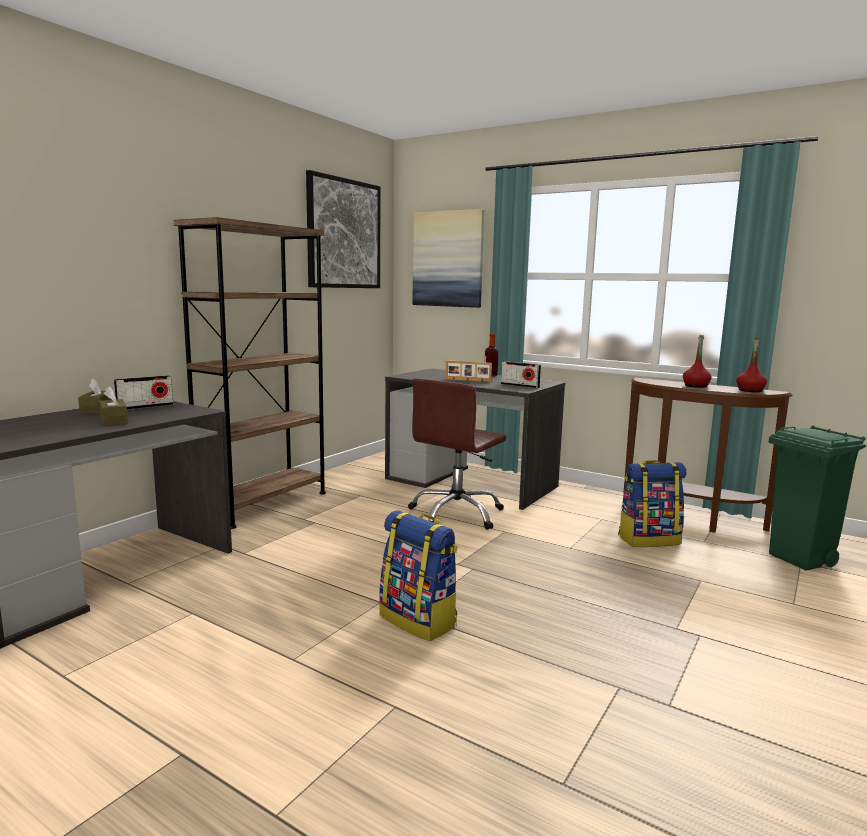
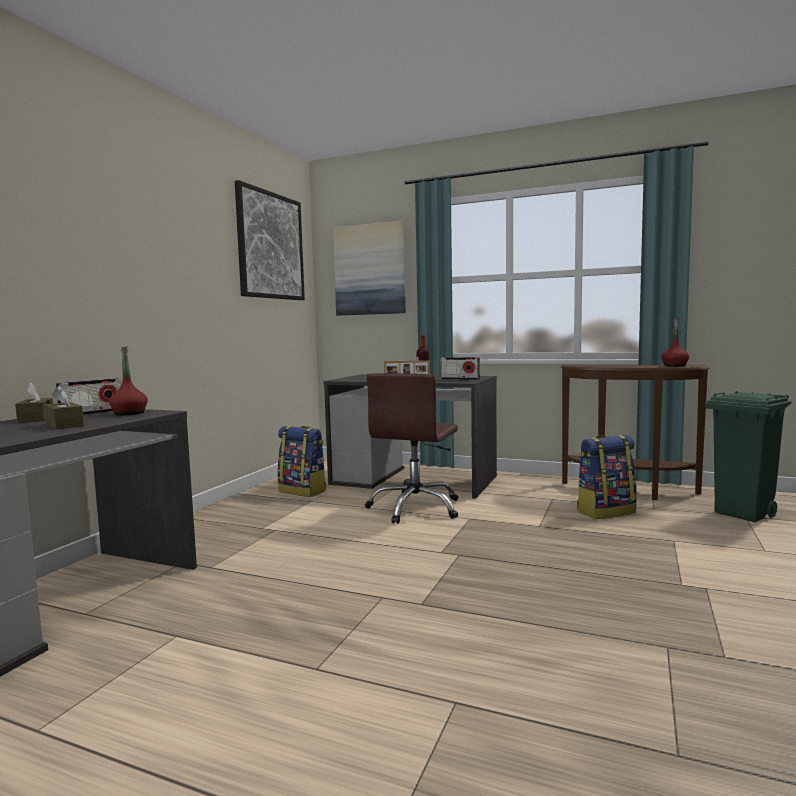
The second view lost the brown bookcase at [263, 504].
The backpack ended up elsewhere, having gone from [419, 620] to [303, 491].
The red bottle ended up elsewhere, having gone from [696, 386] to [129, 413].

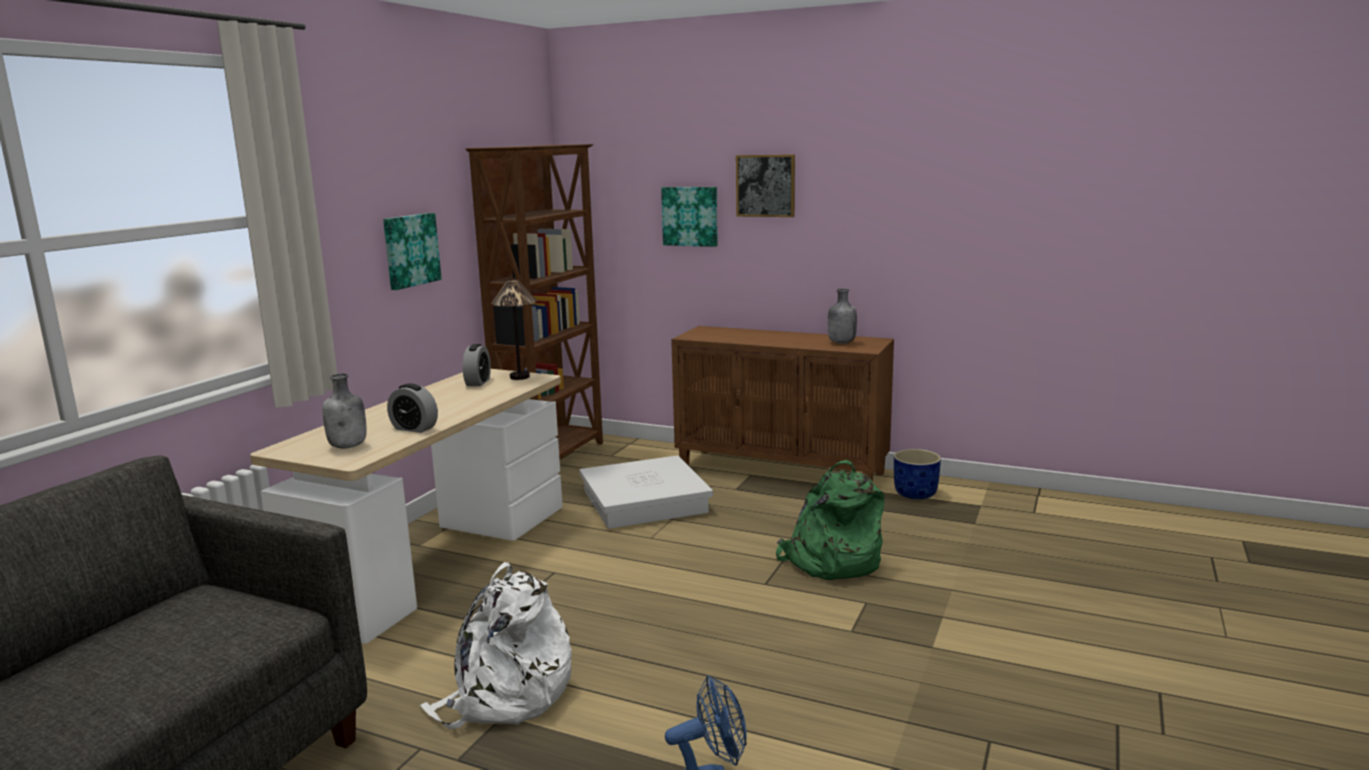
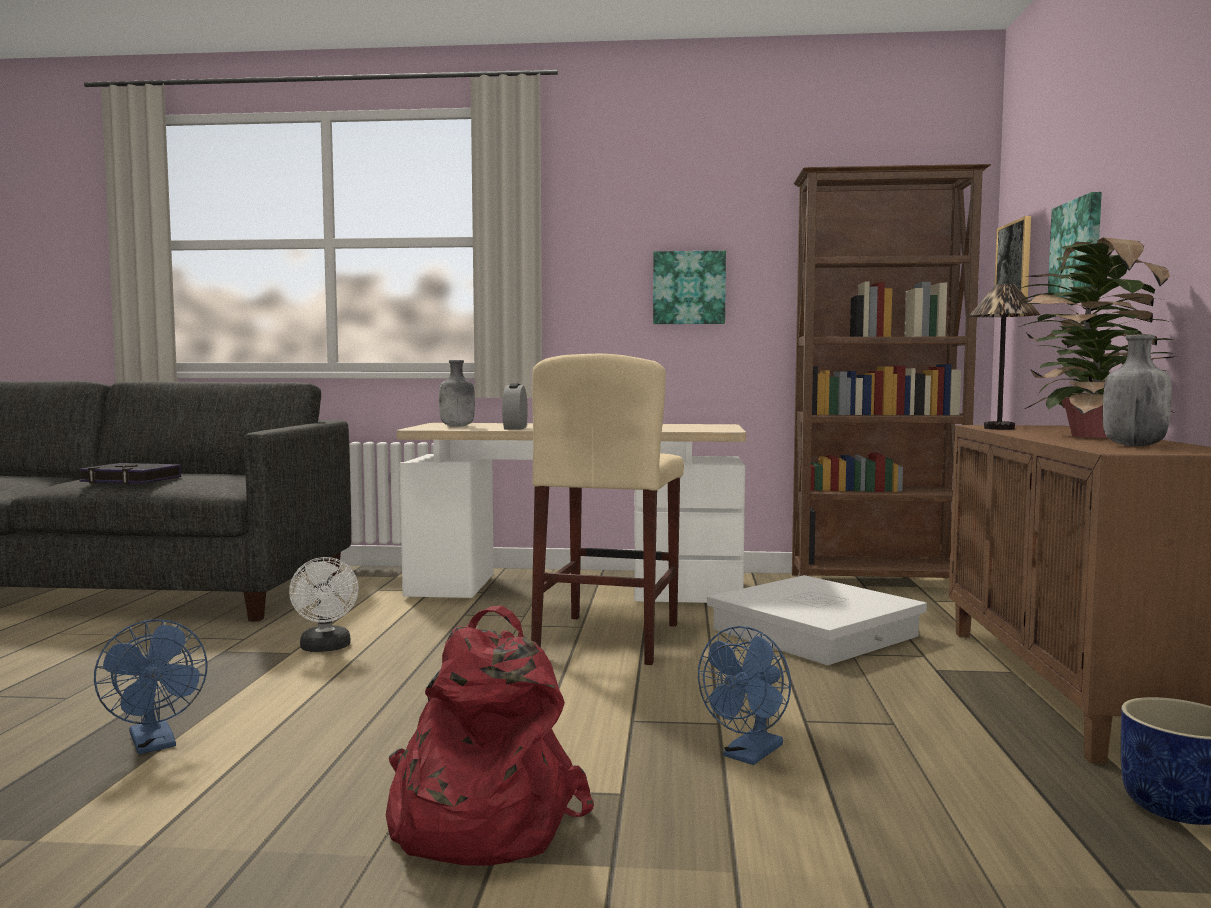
The second view lost the alarm clock at [478, 382].
The second view gained the book at [131, 480].
The second view gained the red backpack at [476, 821].
The second view gained the beige stool at [608, 639].
The second view gained the potted plant at [1088, 436].
The table lamp ended up elsewhere, having gone from [520, 377] to [1000, 428].
The picture ended up elsewhere, having gone from [765, 185] to [1014, 262].
Where the white backpack stood at [505, 695], the white fan came to stand at [326, 648].
Where the green backpack stood at [831, 561], the blue fan came to stand at [749, 755].

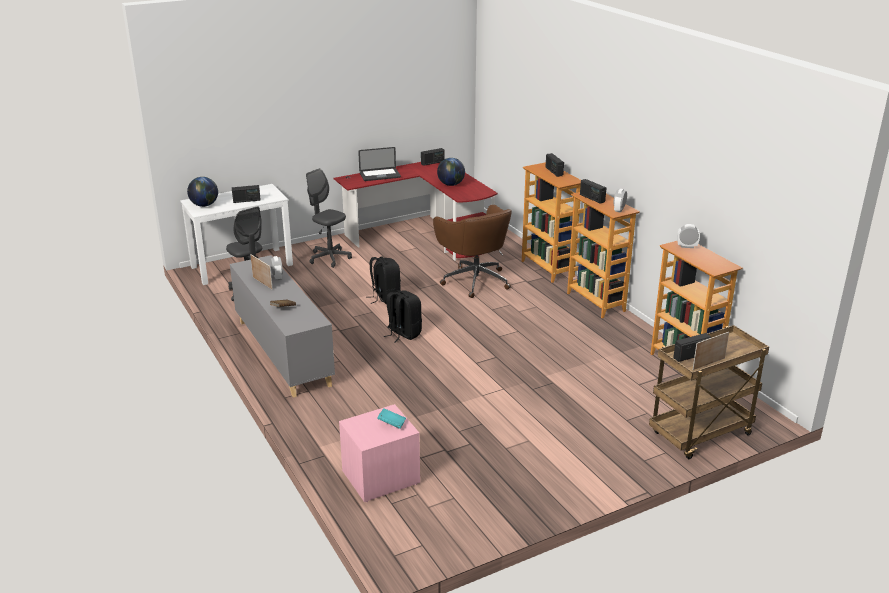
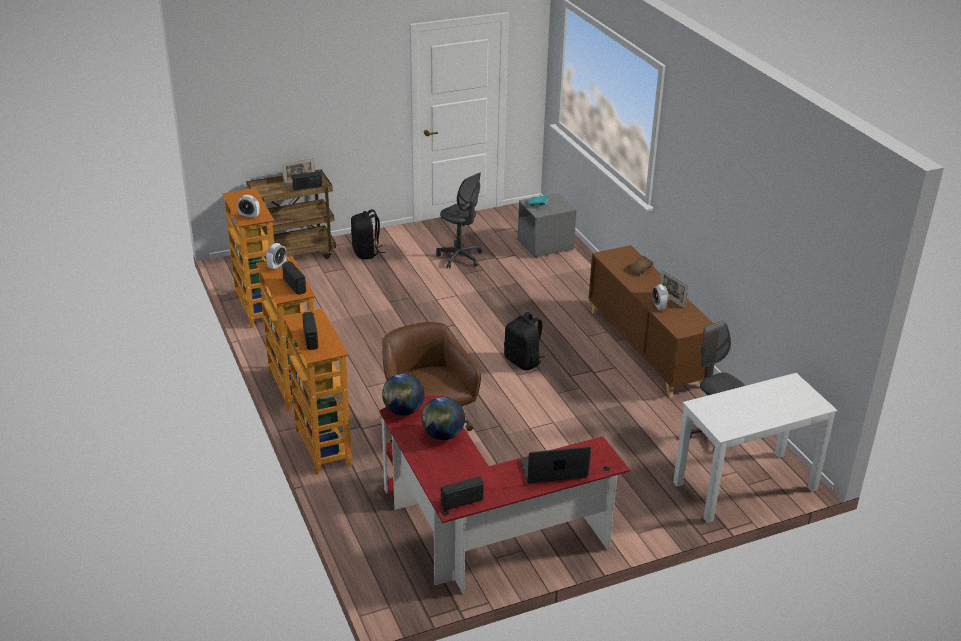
The second view lost the radio at [246, 200].
The globe ended up elsewhere, having gone from [204, 205] to [403, 411].
The grey office chair ended up elsewhere, having gone from [329, 258] to [459, 258].
The black backpack ended up elsewhere, having gone from [385, 298] to [366, 253].
What was the grey cabinet at [283, 352] turned into the brown cabinet at [646, 348].
What was the pink nightstand at [380, 477] turned into the grey nightstand at [545, 245].

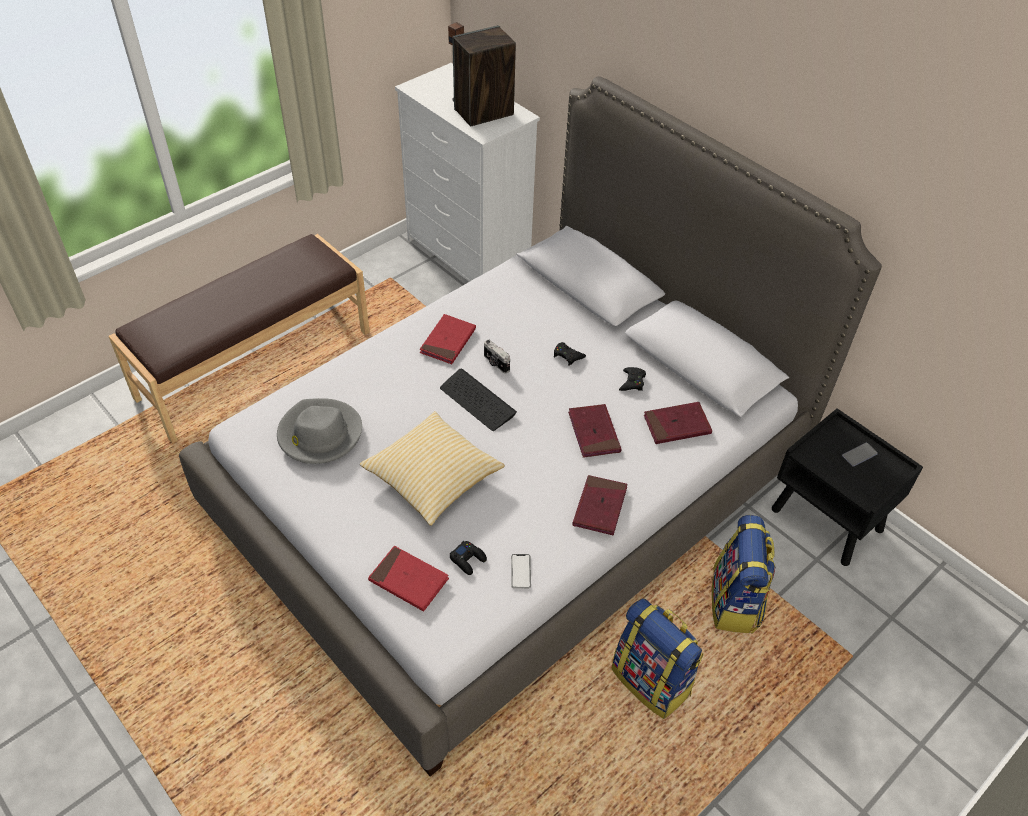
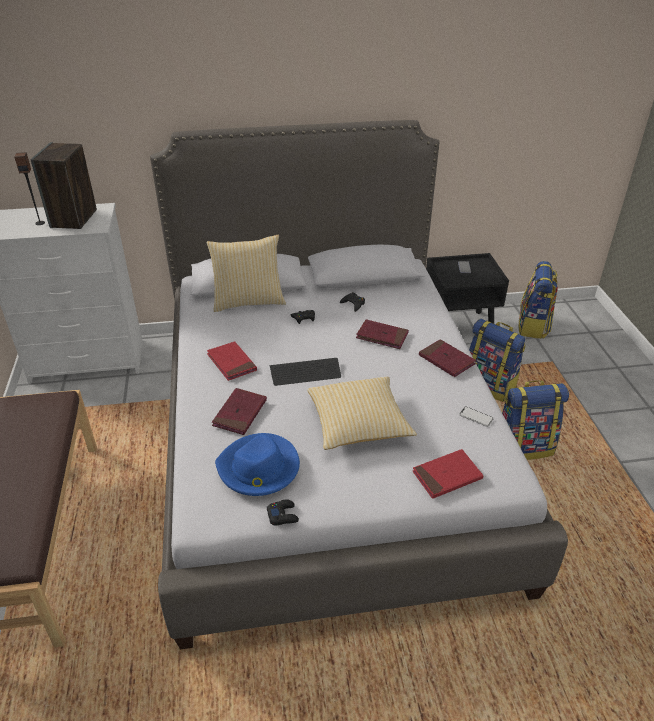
The second view lost the photo camera at [495, 363].
The second view gained the pillow at [248, 301].
The second view gained the backpack at [533, 326].
The black game controller ended up elsewhere, having gone from [468, 560] to [283, 515].
The red book ended up elsewhere, having gone from [677, 425] to [240, 413].
What was the grey hat at [319, 434] turned into the blue hat at [259, 468].

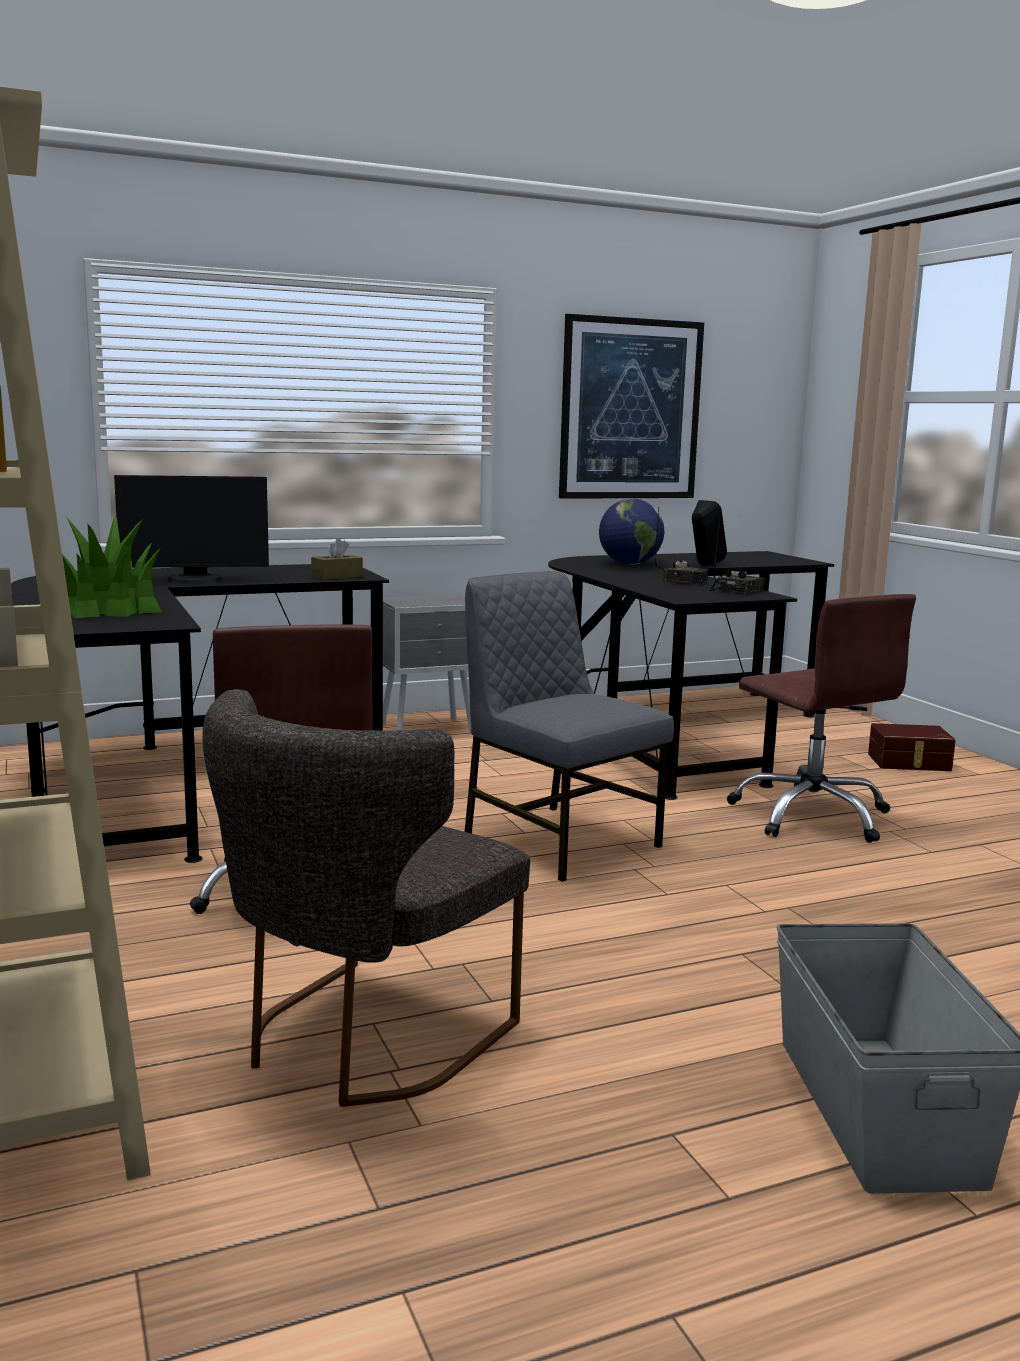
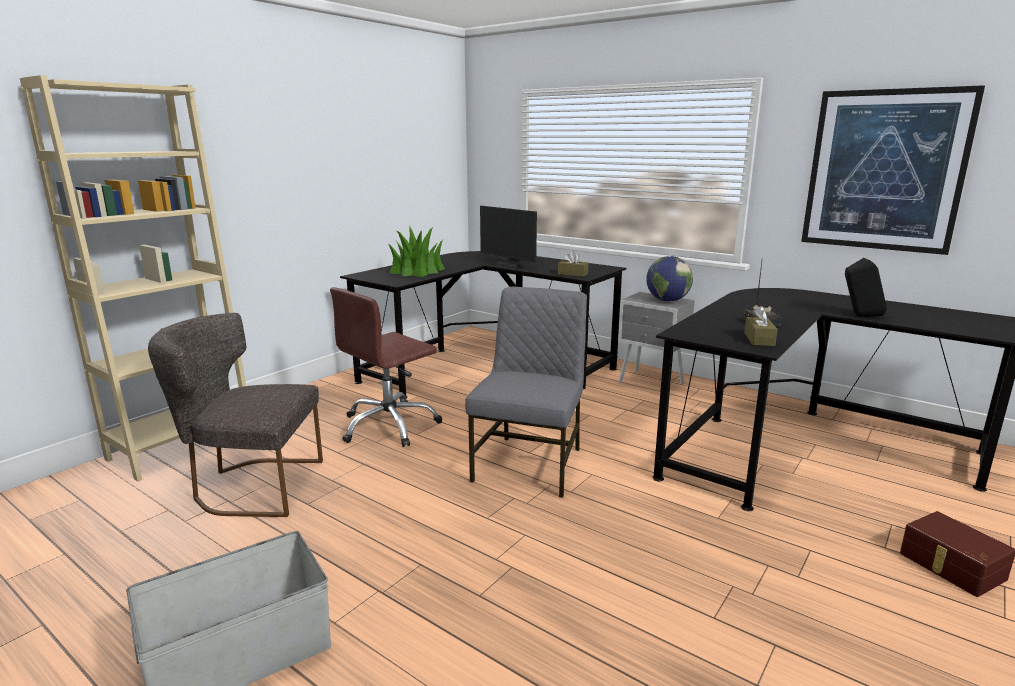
The second view lost the brown office chair at [812, 815].
The globe ended up elsewhere, having gone from [629, 564] to [667, 300].
Where the radio stood at [736, 590], the brown tissue box came to stand at [759, 339].

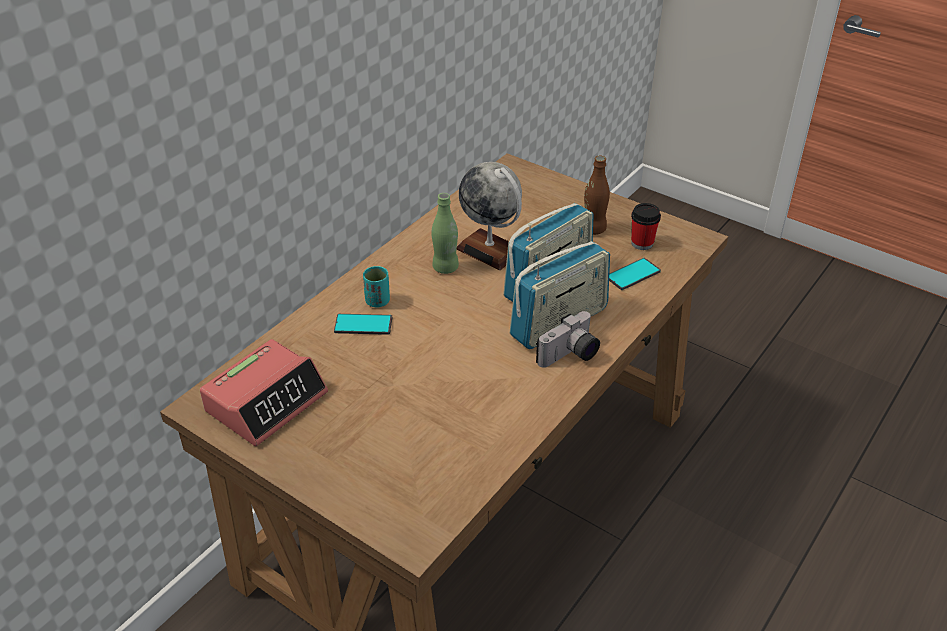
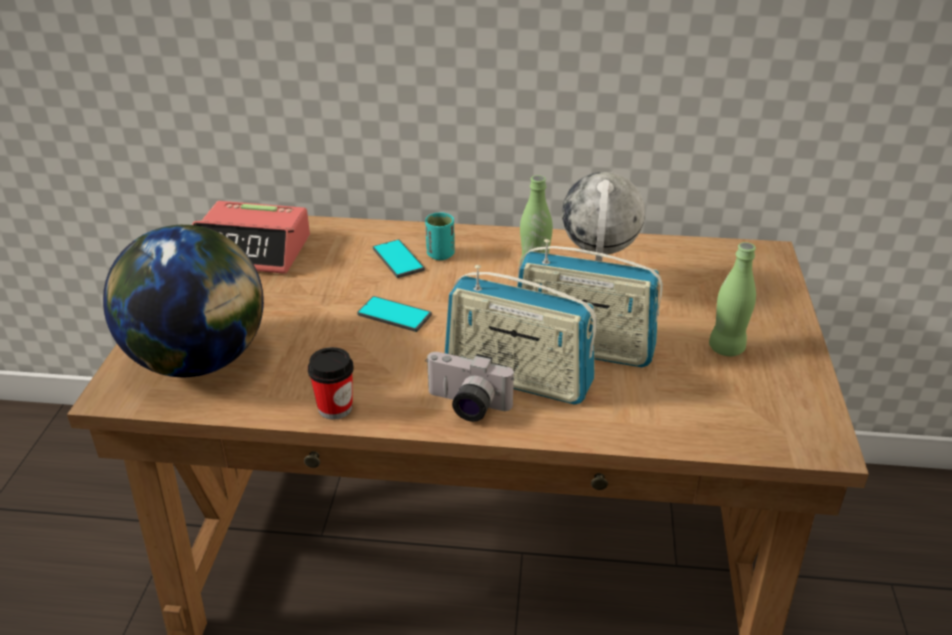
The second view gained the globe at [199, 360].
The phone ended up elsewhere, having gone from [632, 274] to [394, 315].
The cup ended up elsewhere, having gone from [642, 243] to [335, 408].
What was the brown bottle at [593, 229] turned into the green bottle at [726, 348].

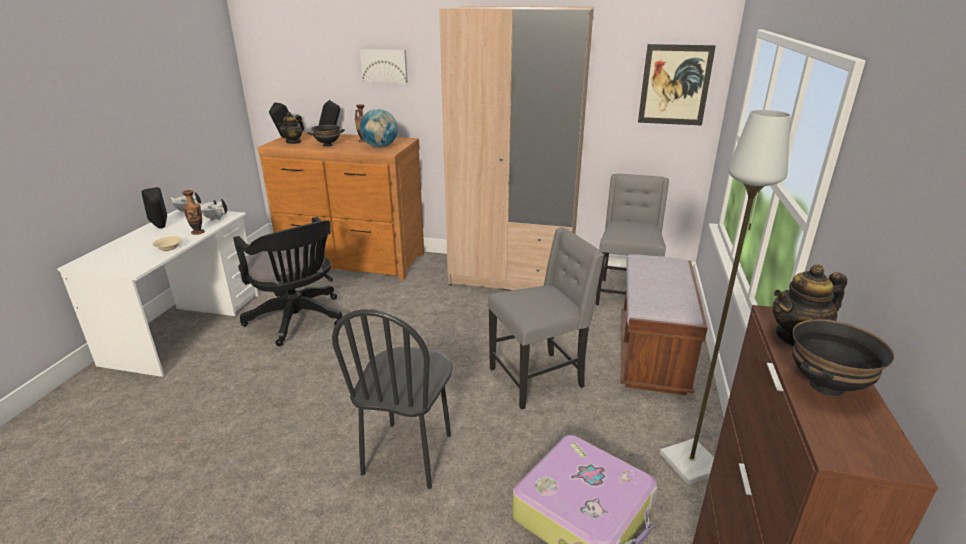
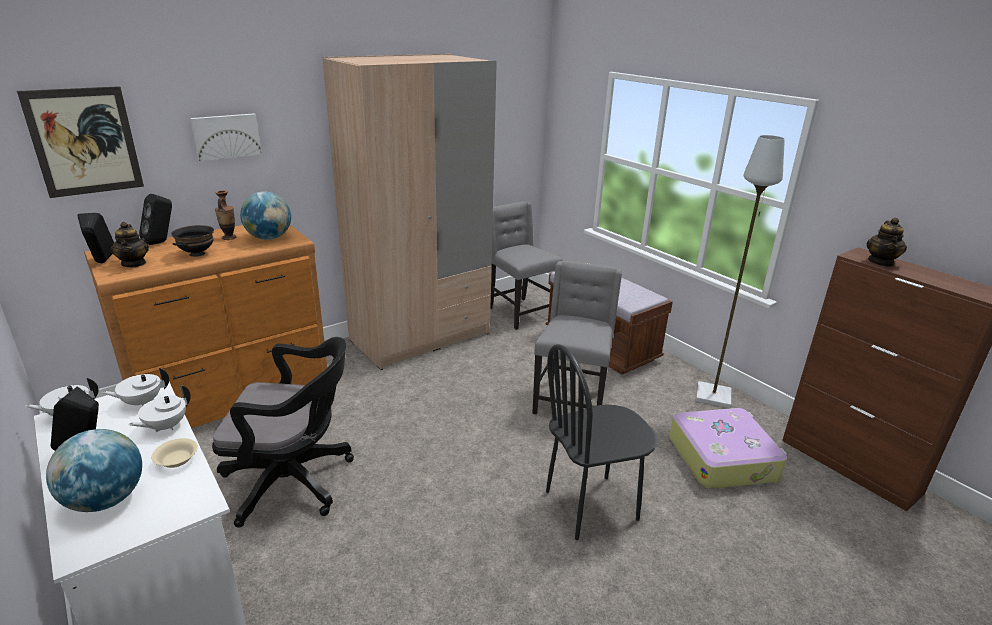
The second view lost the black bowl at [825, 385].
The second view gained the globe at [106, 500].
The picture ended up elsewhere, having gone from [675, 85] to [84, 142].
Where the vase stood at [198, 232], the white teapot came to stand at [165, 426].
The black chair at [408, 454] ended up facing another way, 105 degrees clockwise from before.

